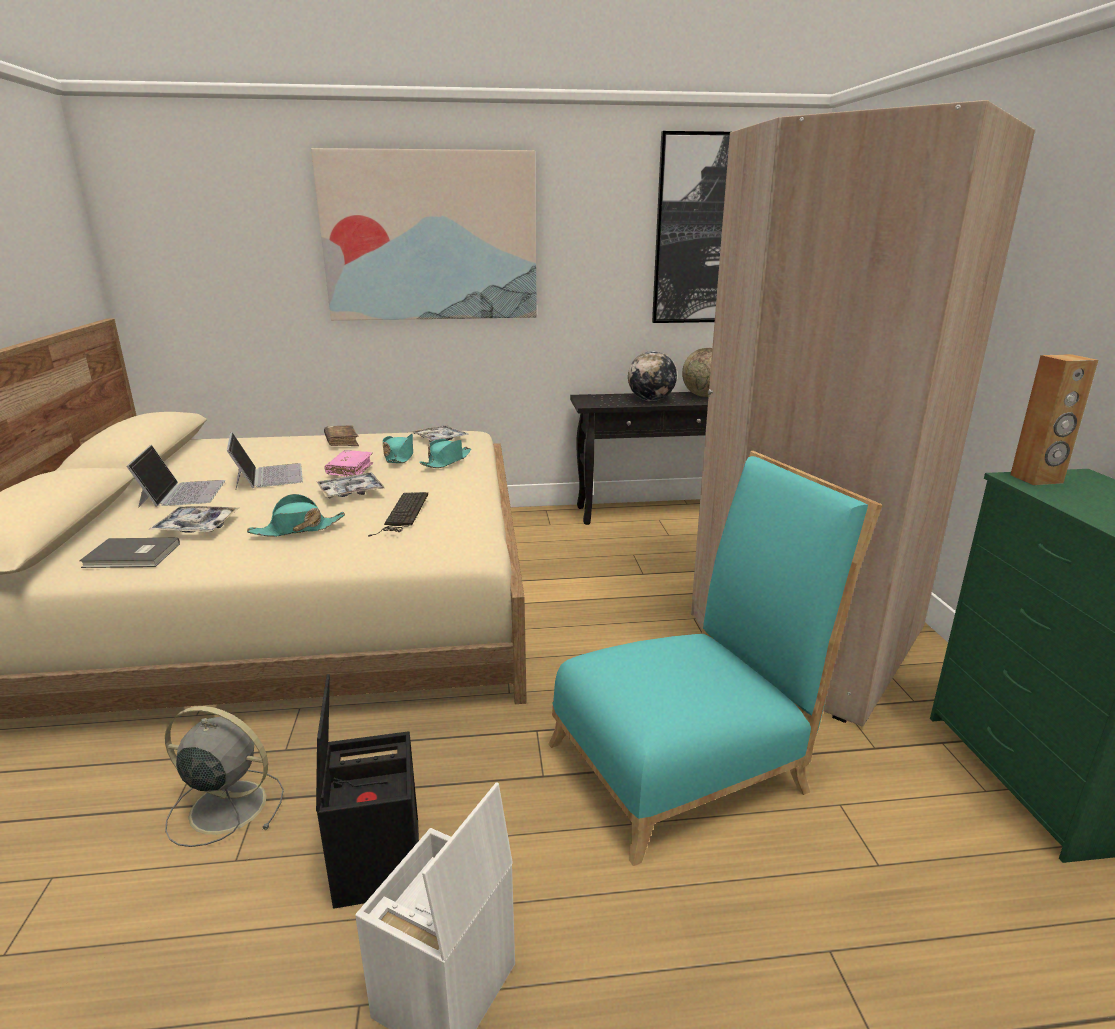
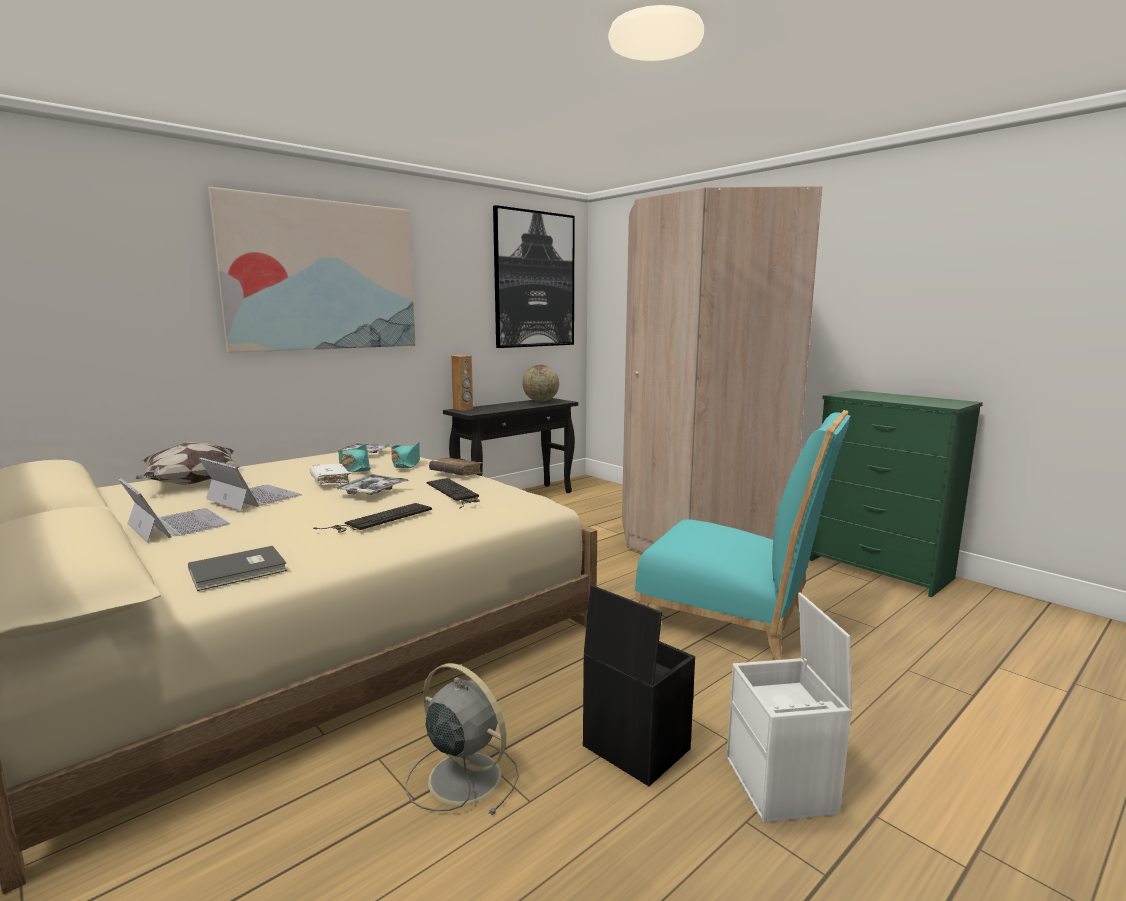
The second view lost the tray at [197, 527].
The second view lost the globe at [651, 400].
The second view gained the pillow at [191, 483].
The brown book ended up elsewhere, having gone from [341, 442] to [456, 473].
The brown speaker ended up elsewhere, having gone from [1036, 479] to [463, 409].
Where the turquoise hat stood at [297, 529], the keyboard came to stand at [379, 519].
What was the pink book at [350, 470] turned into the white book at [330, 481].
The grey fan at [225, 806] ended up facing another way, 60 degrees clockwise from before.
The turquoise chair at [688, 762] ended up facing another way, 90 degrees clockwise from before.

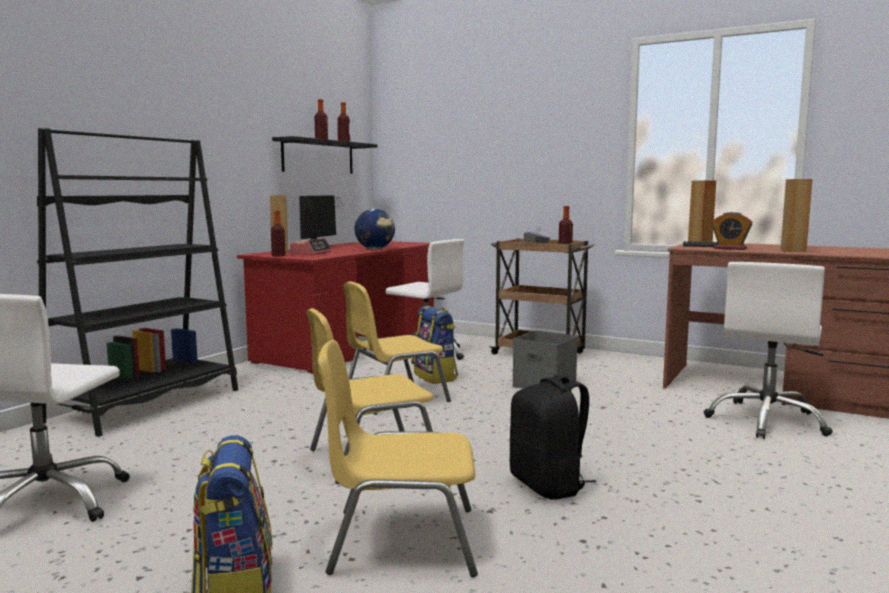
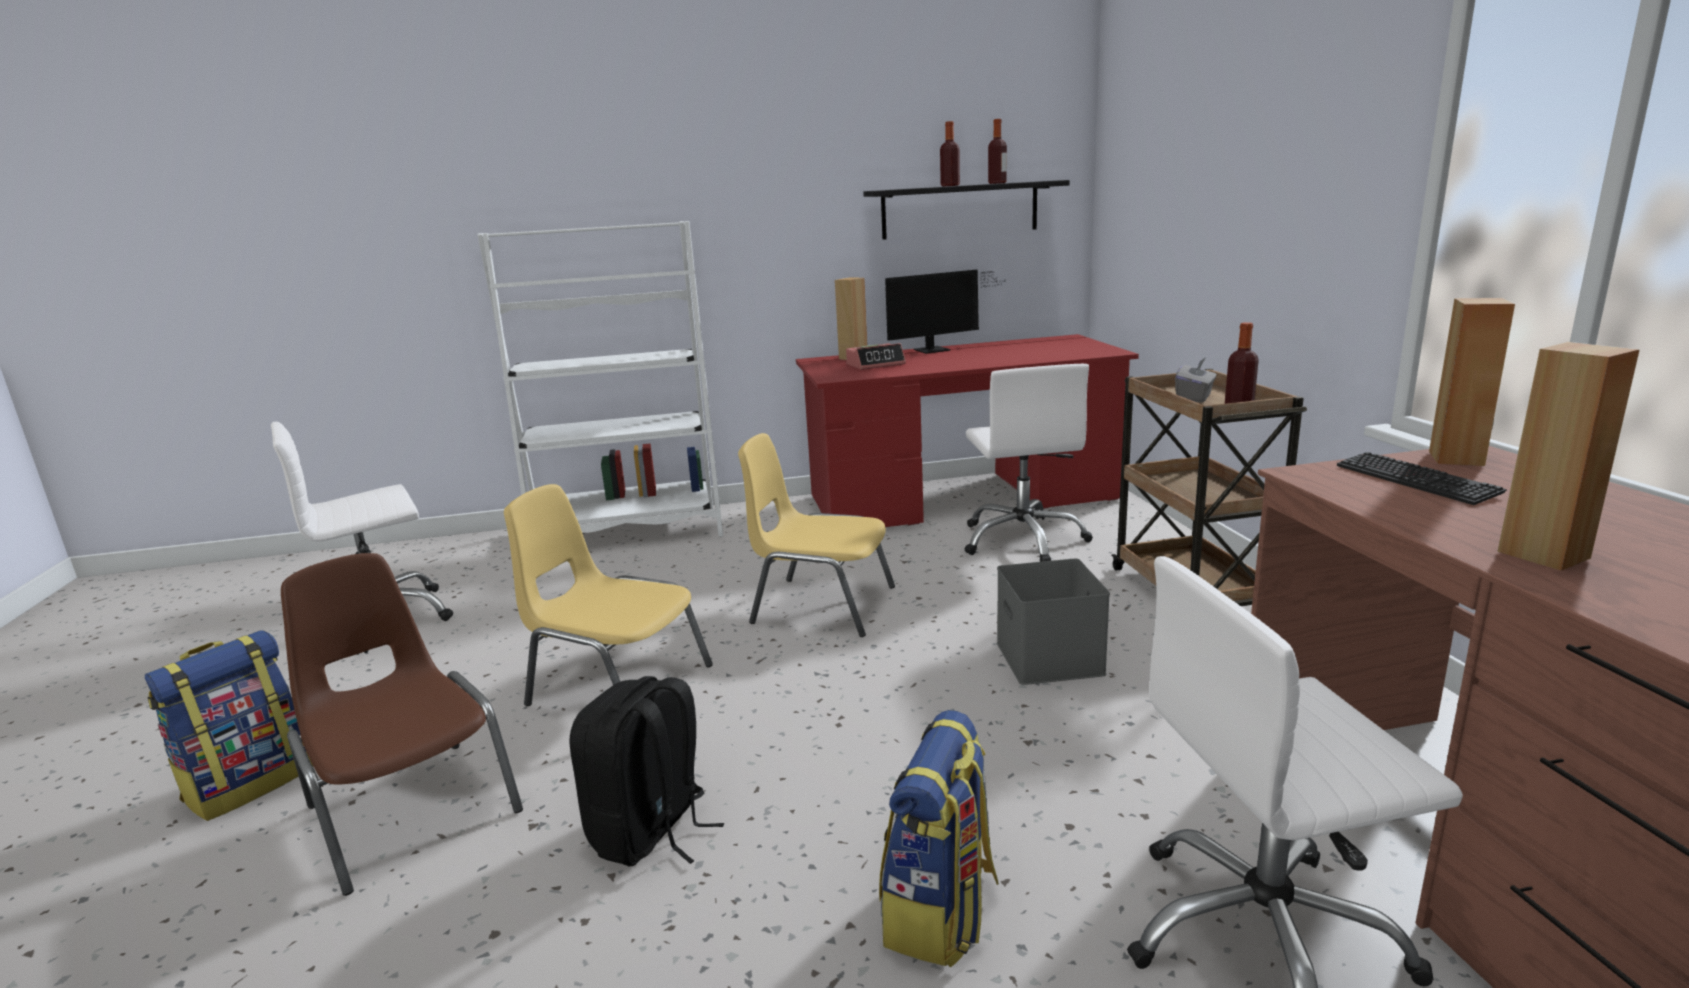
The second view lost the bottle at [278, 255].
The second view lost the globe at [375, 249].
The second view lost the alarm clock at [730, 248].
The backpack ended up elsewhere, having gone from [436, 377] to [941, 912].
What was the black bookcase at [146, 405] turned into the white bookcase at [628, 532].
What was the yellow chair at [401, 540] turned into the brown chair at [411, 808].

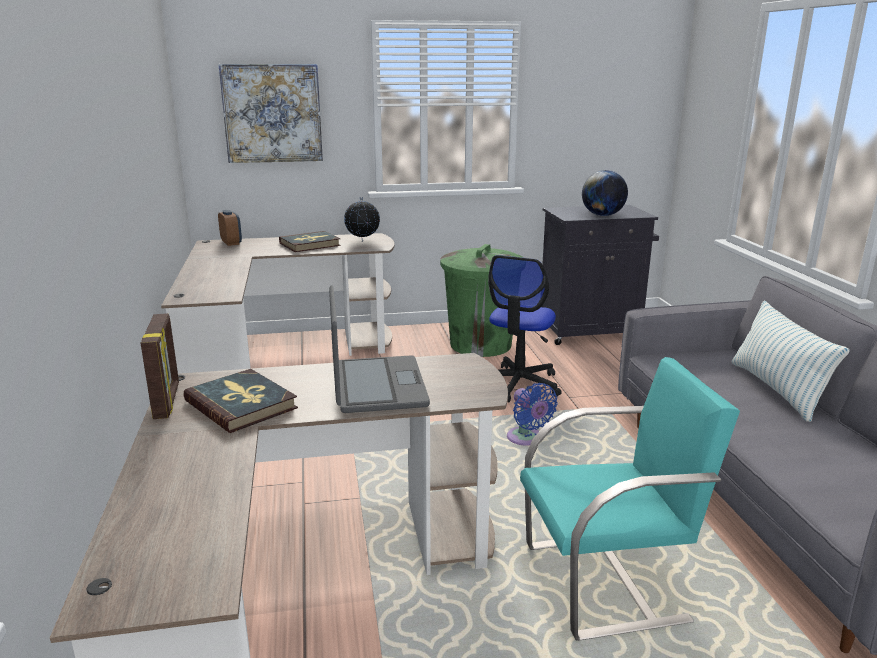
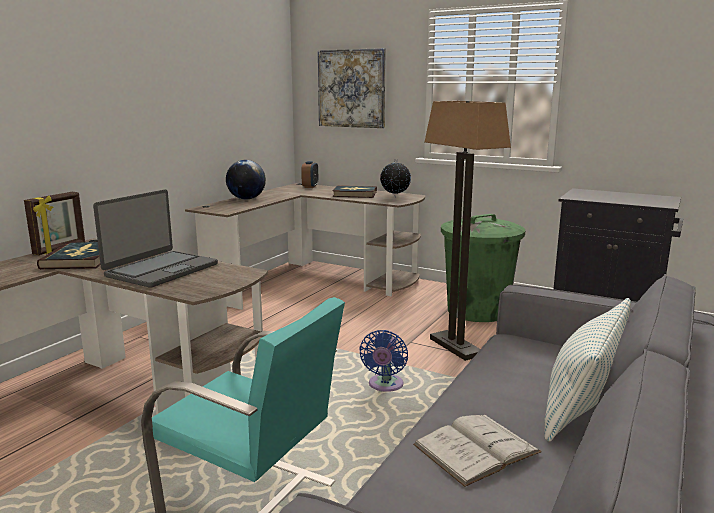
The second view gained the white book at [476, 448].
The globe ended up elsewhere, having gone from [602, 215] to [246, 199].
Where the office chair stood at [518, 384], the floor lamp came to stand at [454, 347].

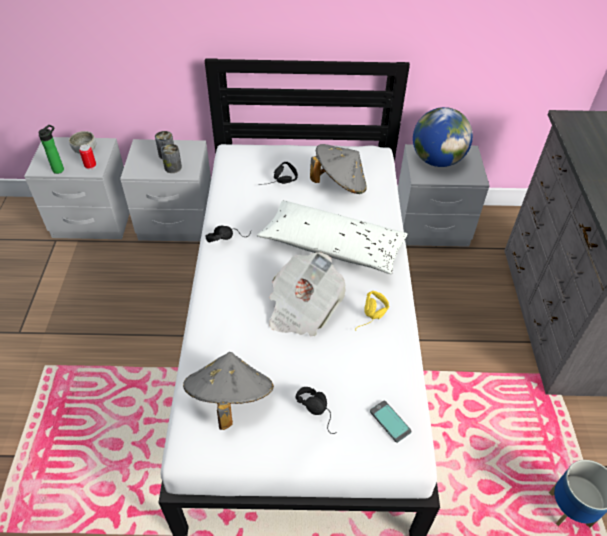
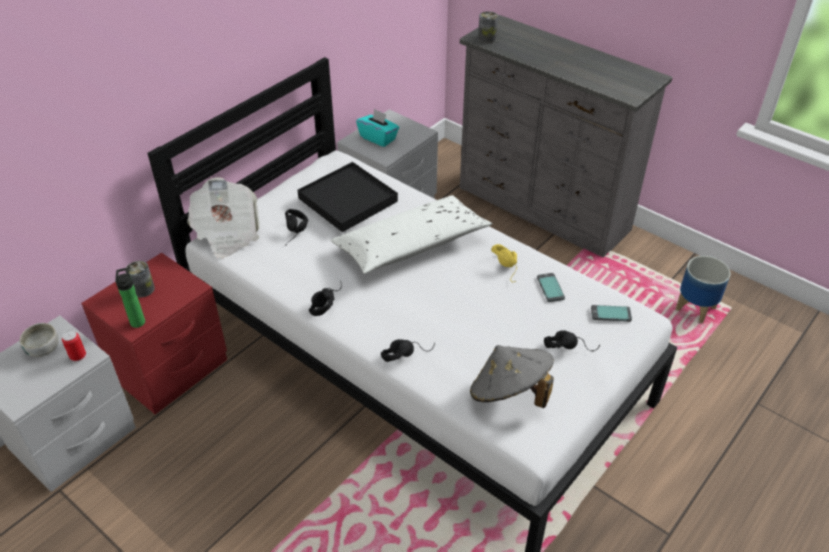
The second view gained the black headphones at [406, 353].
The second view gained the phone at [550, 288].
The bottle ended up elsewhere, having gone from [59, 169] to [137, 321].
The can ended up elsewhere, having gone from [173, 167] to [487, 38].
The newspaper ended up elsewhere, having gone from [302, 308] to [227, 233].
Where the grey hat stood at [339, 184], the black tray came to stand at [347, 200].
Where the globe stood at [437, 160], the turquoise tissue box came to stand at [378, 138].
What was the grey nightstand at [177, 222] turned into the red nightstand at [170, 369].

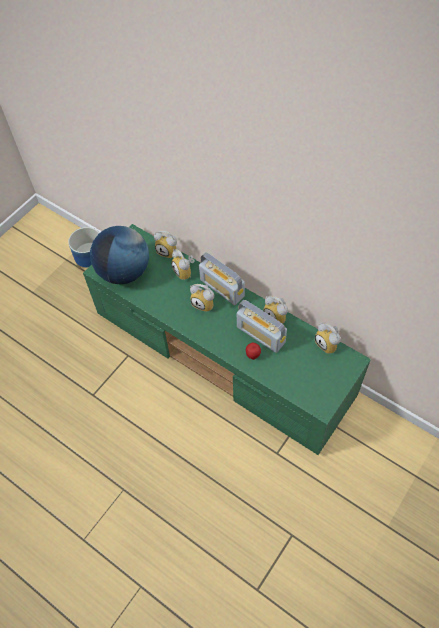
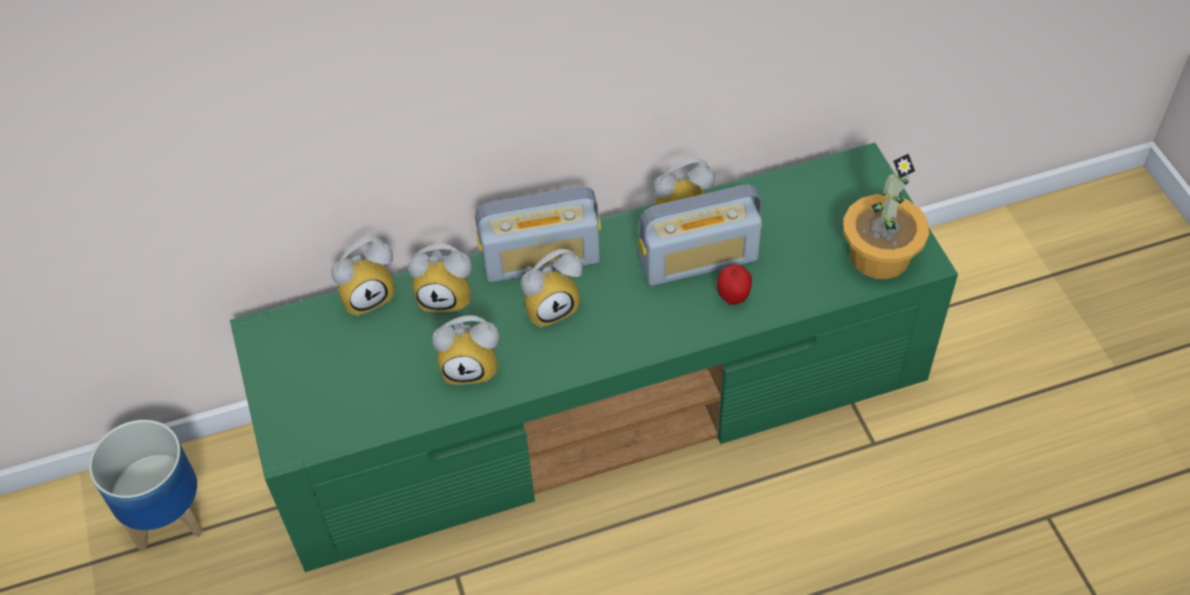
The second view lost the globe at [124, 272].
The second view gained the potted plant at [879, 255].
The alarm clock ended up elsewhere, having gone from [328, 344] to [472, 366].

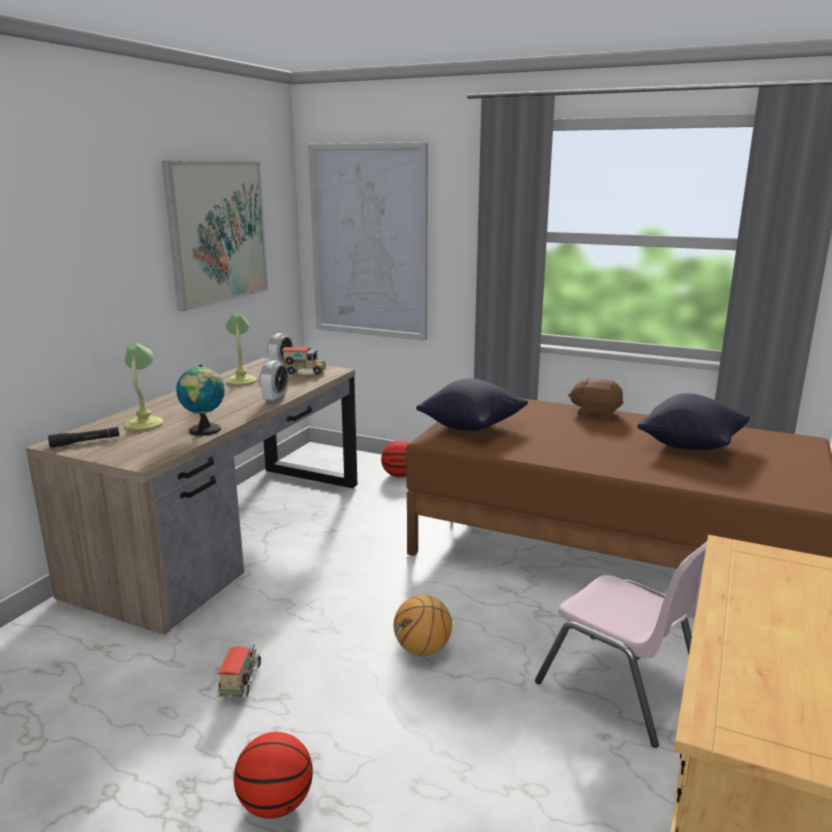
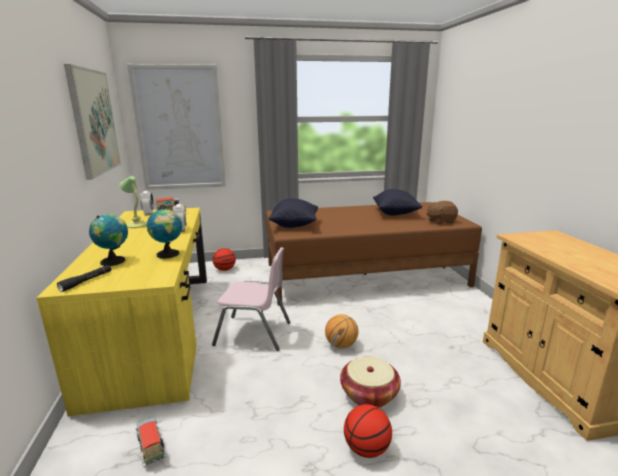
The second view gained the basket at [369, 394].
The toy truck ended up elsewhere, having gone from [241, 682] to [152, 449].
The pink chair ended up elsewhere, having gone from [620, 688] to [253, 333].
The brown plush toy ended up elsewhere, having gone from [595, 413] to [440, 221].
Where the table lamp stood at [145, 424], the globe came to stand at [114, 261].
What was the brown desk at [229, 534] turned into the yellow desk at [157, 330].

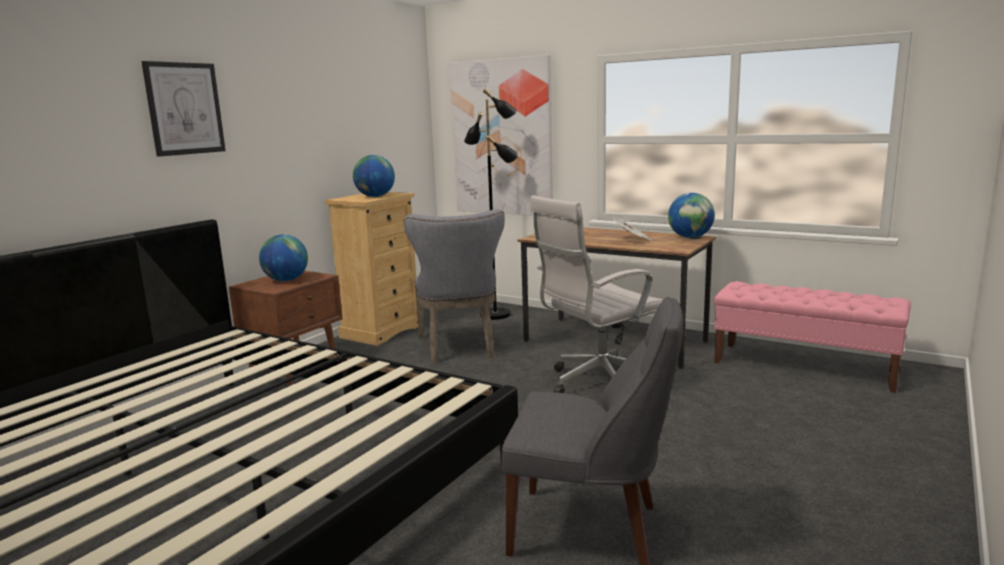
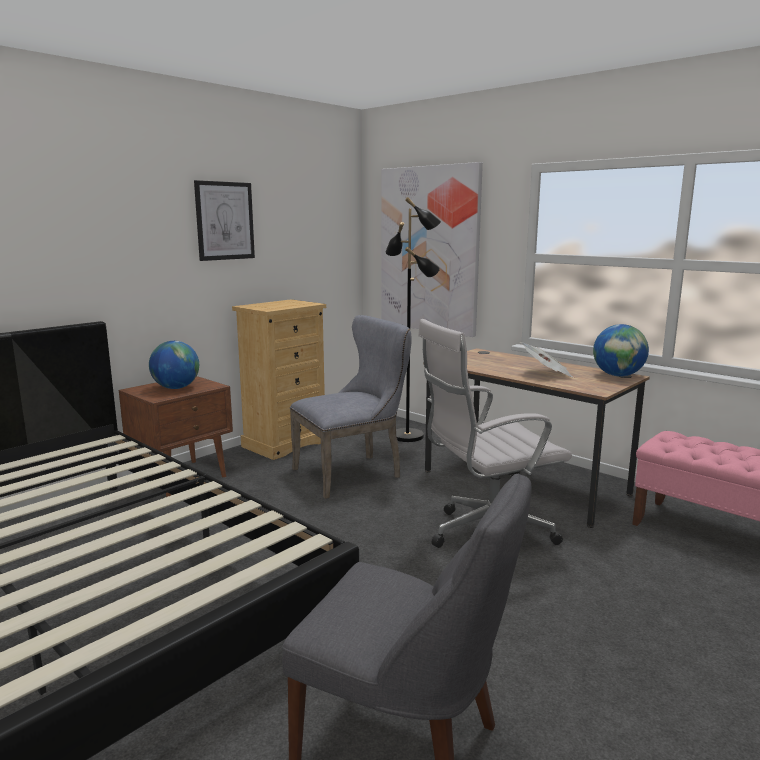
The second view lost the globe at [375, 197].
The picture ended up elsewhere, having gone from [184, 108] to [224, 221].
The grey chair at [459, 348] ended up facing another way, 120 degrees counterclockwise from before.

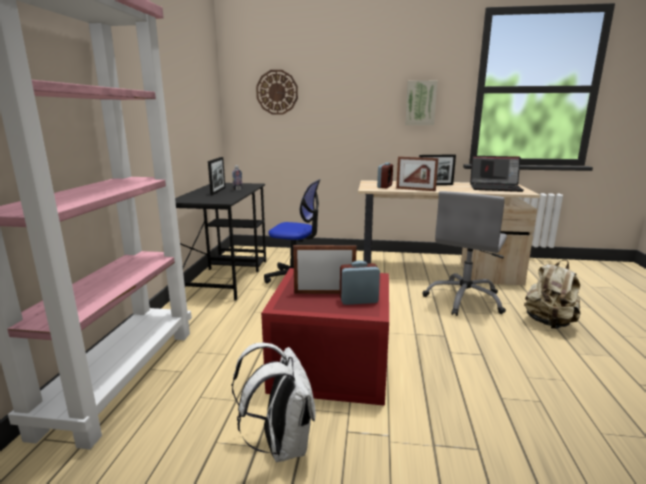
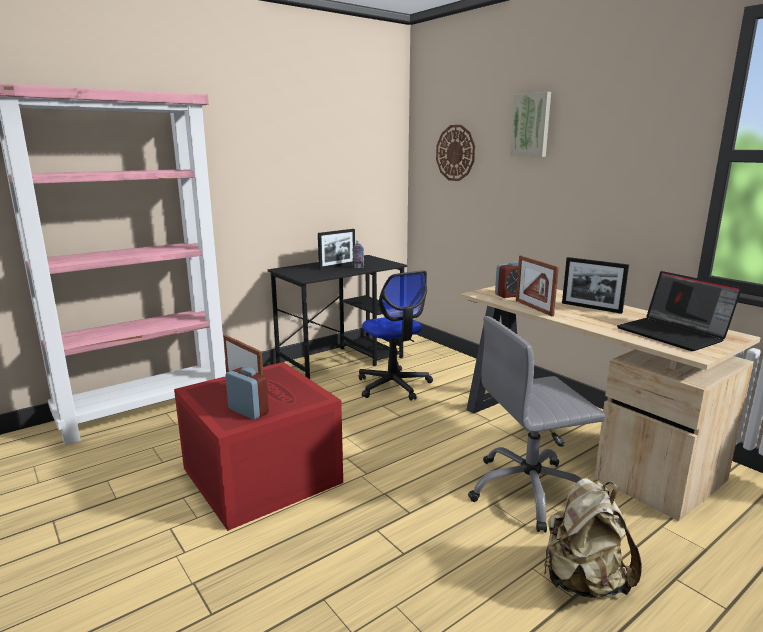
The second view lost the white backpack at [281, 443].
The picture ended up elsewhere, having gone from [420, 103] to [531, 125].

